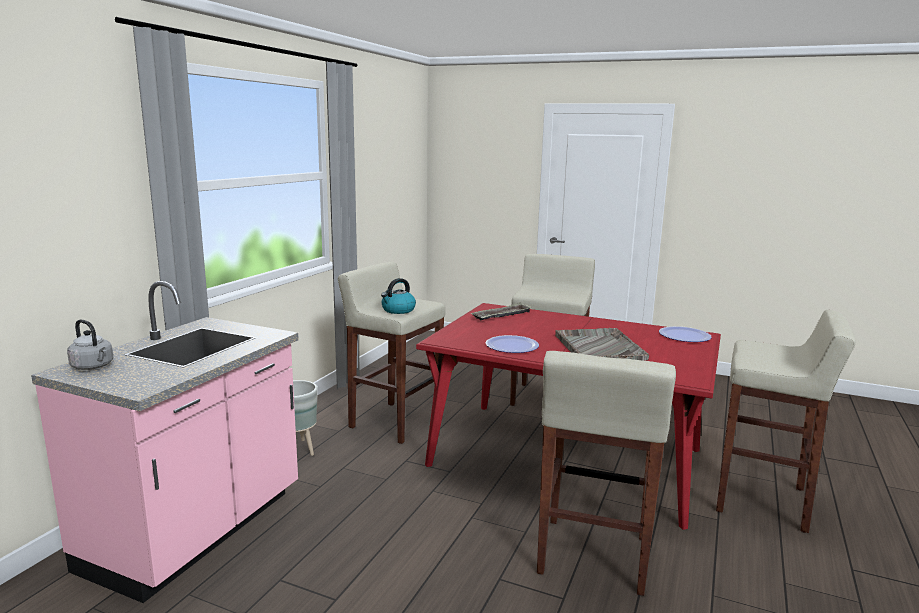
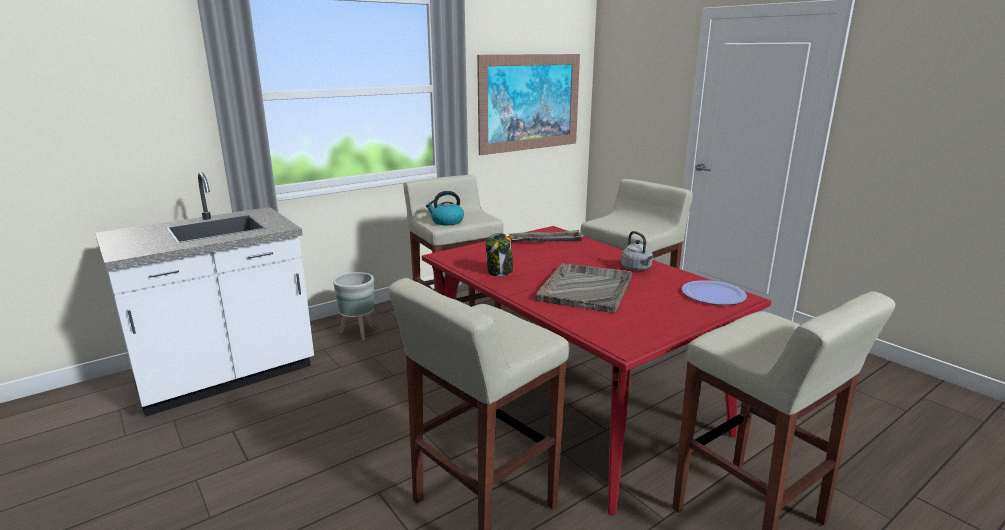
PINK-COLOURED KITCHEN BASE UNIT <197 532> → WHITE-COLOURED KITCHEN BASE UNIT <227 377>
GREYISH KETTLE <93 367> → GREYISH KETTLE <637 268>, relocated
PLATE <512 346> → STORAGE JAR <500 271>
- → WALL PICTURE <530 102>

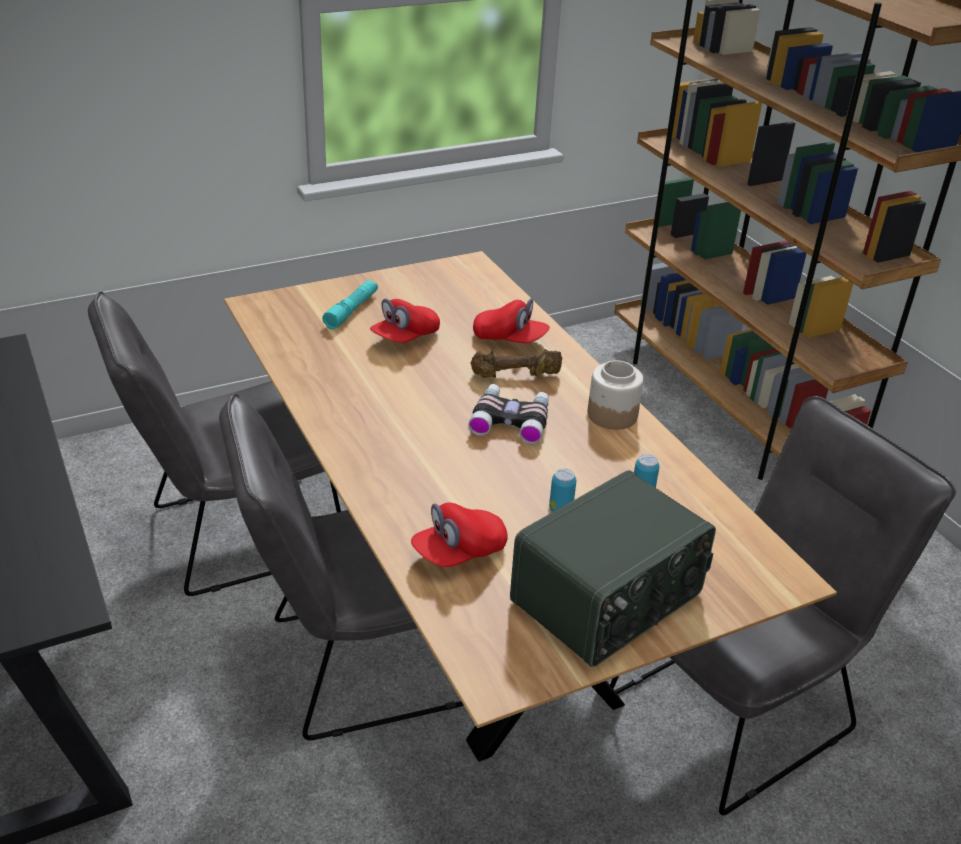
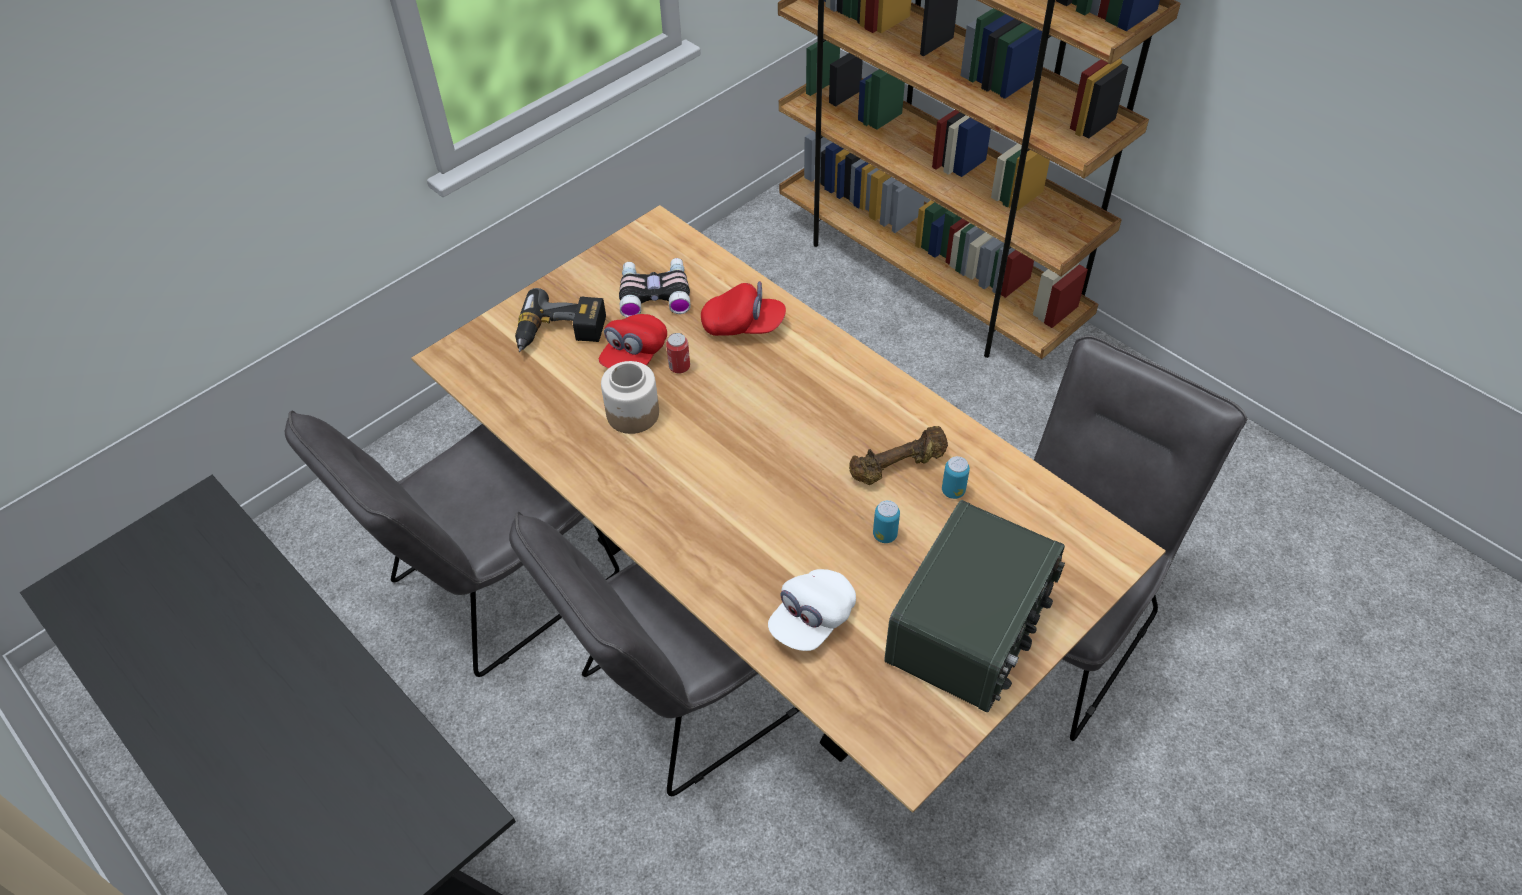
BLUE-GREEN FLASHLIGHT <351 310> → ELECTRIC DRILL <560 334>
BROWN-COLOURED HAND WEIGHT <516 376> → BROWN-COLOURED HAND WEIGHT <898 466>, relocated
STORAGE JAR <611 415> → STORAGE JAR <632 413>, relocated
BINOCULARS <511 420> → BINOCULARS <654 293>, relocated
REDDISH CAP <459 552> → WHITE-COLOURED CAP <812 620>
- → SEALED CAN <679 367>

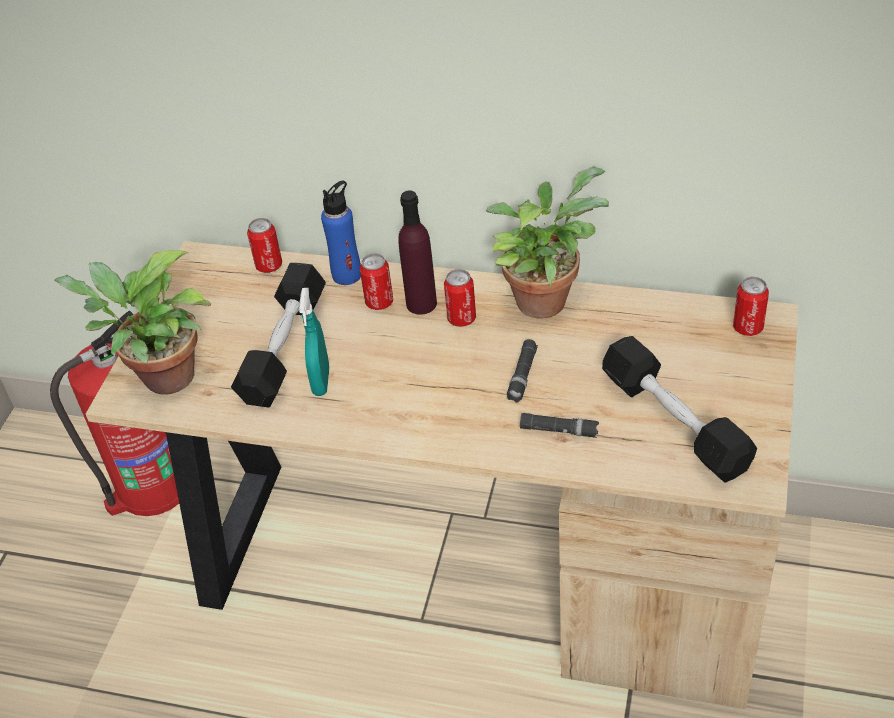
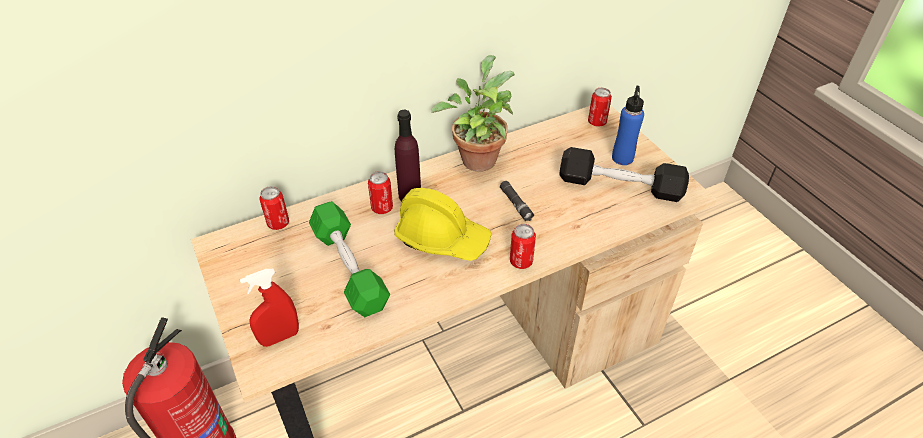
BLUE DRINK BOTTLE <347 275> → BLUE DRINK BOTTLE <622 158>, relocated
PLANT IN A POT <162 379> → REDDISH SPRAYER <279 337>
BLACK-COLOURED HAND WEIGHT <284 348> → GREENISH HAND WEIGHT <349 268>
SEALED CAN <461 318> → SEALED CAN <521 261>, relocated
BLUE-GREEN SPRAYER <321 381> → -
BLACK-COLOURED FLASHLIGHT <559 430> → -
- → YELLOW-COLOURED HARD HAT <442 238>

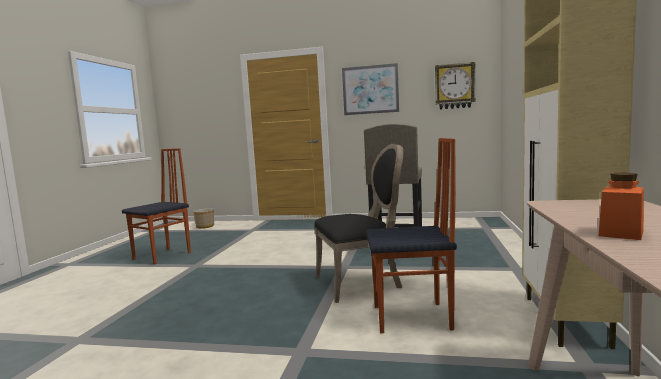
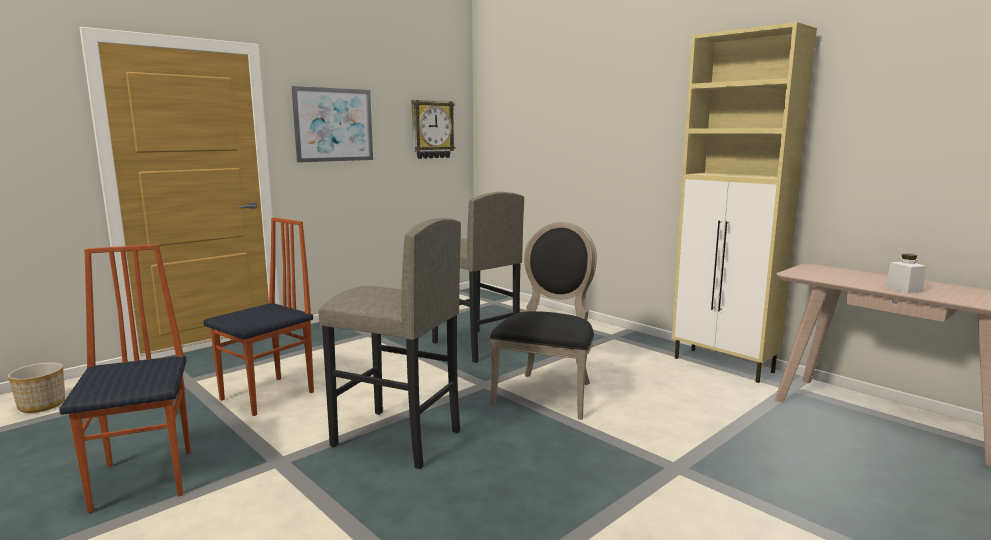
CHAIR <412 318> → CHAIR <269 396>, relocated
ORANGE-COLOURED STORAGE JAR <621 233> → WHITE-COLOURED STORAGE JAR <904 289>
- → GREYISH SITTING STOOL <396 439>

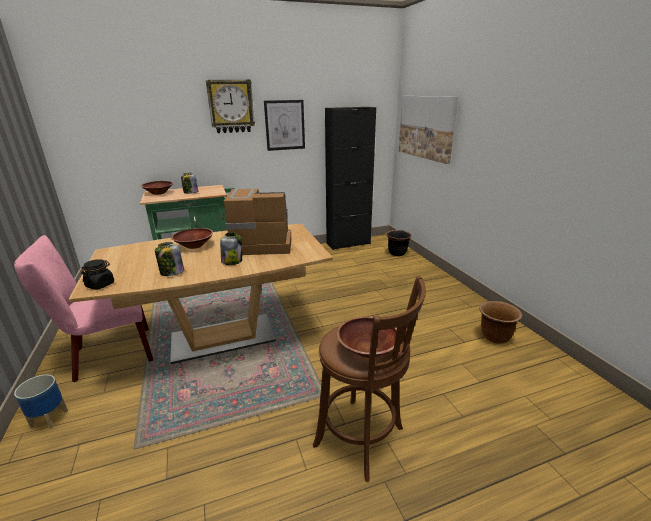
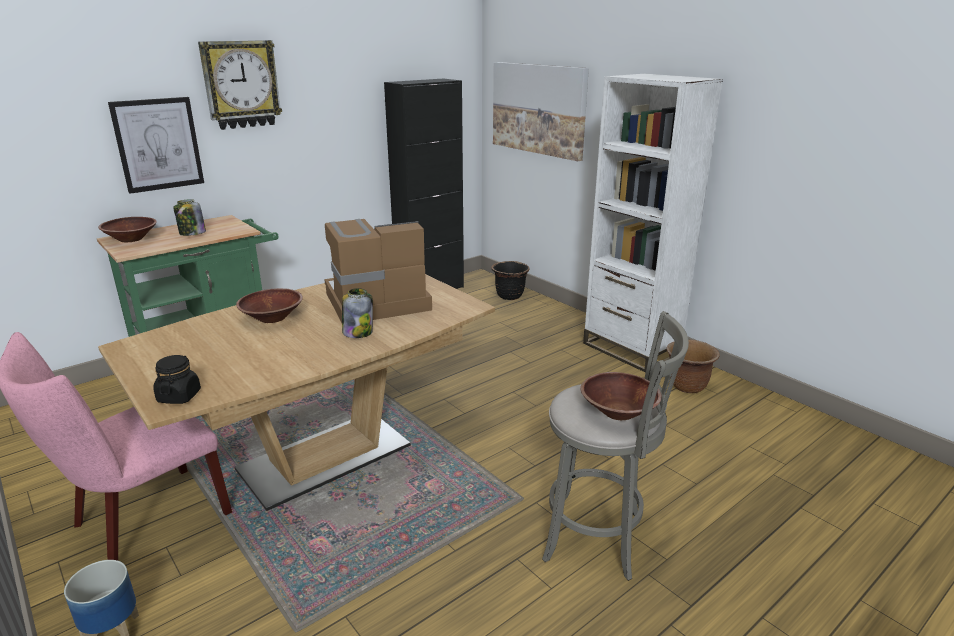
WALL PICTURE <285 125> → WALL PICTURE <158 144>, relocated
STORAGE JAR <172 272> → -
BROWN-COLOURED SITTING STOOL <363 439> → GREYISH SITTING STOOL <599 537>
- → WHITE-COLOURED BOOKCASE <631 349>

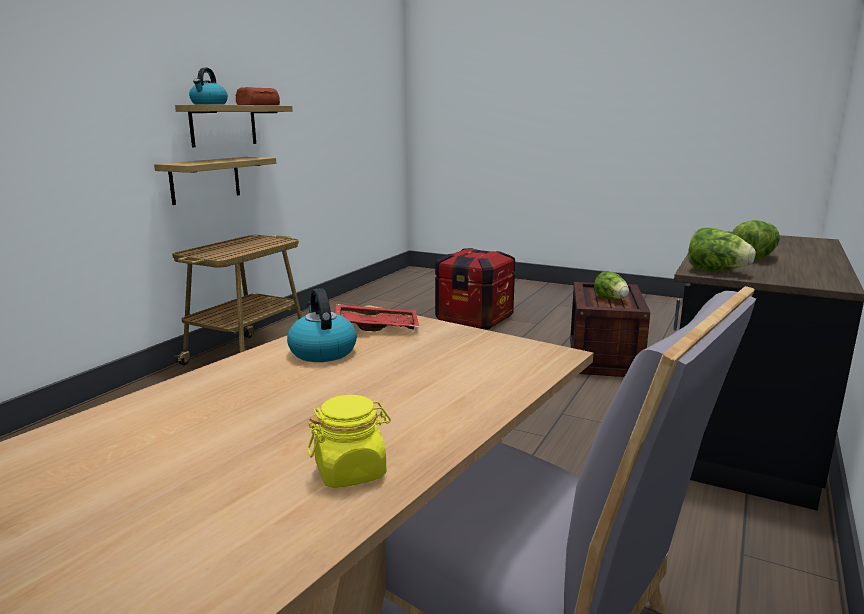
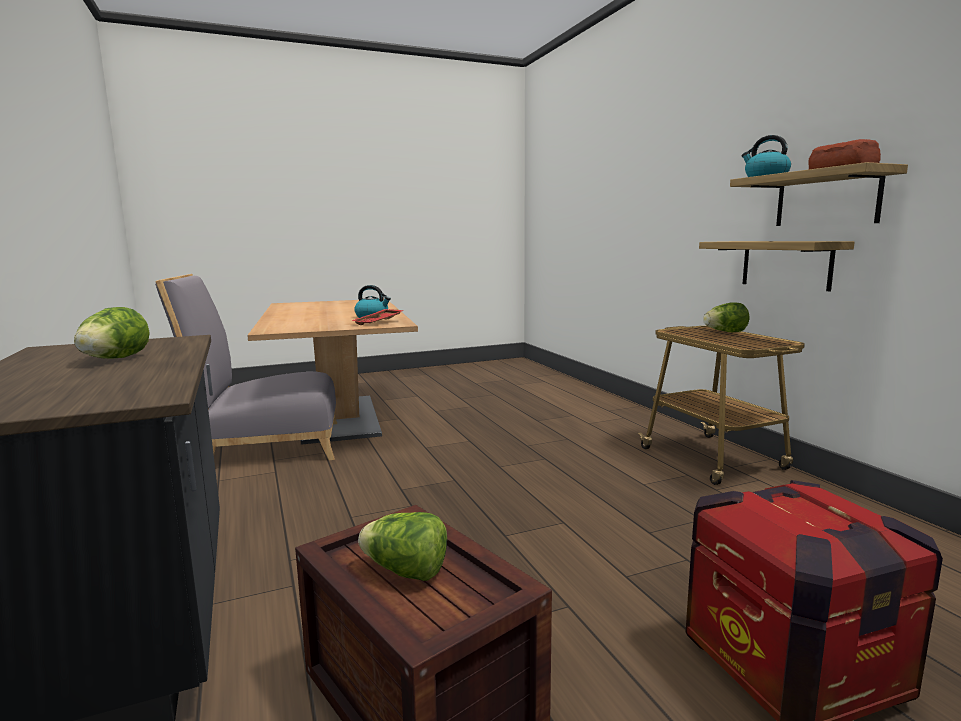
LETTUCE HEAD <716 271> → LETTUCE HEAD <725 332>, relocated
YELLOW-COLOURED STORAGE JAR <351 471> → -

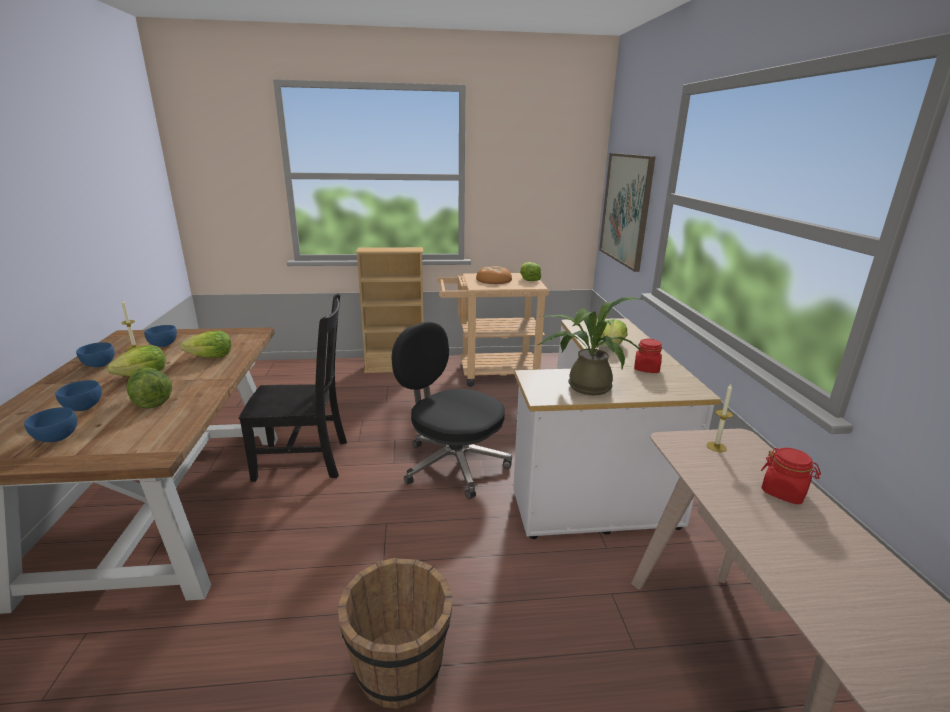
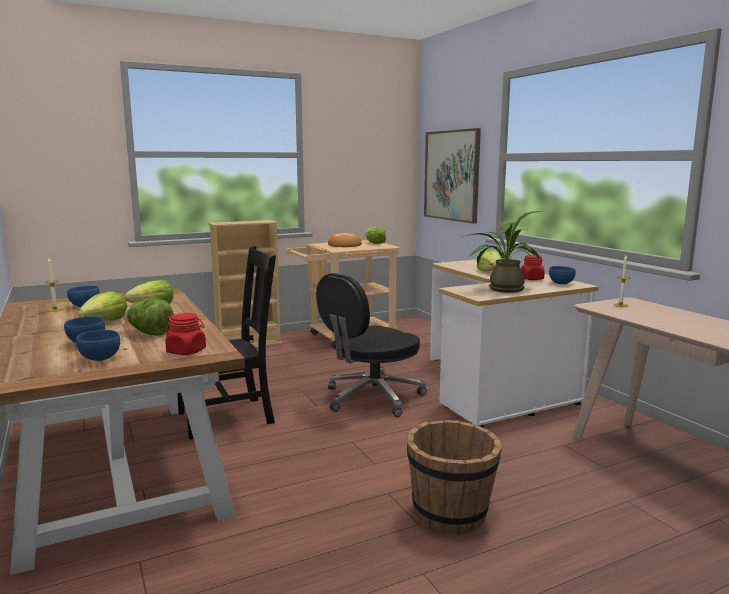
BLACK-COLOURED OFFICE CHAIR <452 464> → BLACK-COLOURED OFFICE CHAIR <371 398>, 60 degrees counterclockwise
BLUE BOWL <100 365> → BLUE BOWL <561 283>, relocated
REDDISH STORAGE JAR <784 492> → REDDISH STORAGE JAR <186 351>, relocated

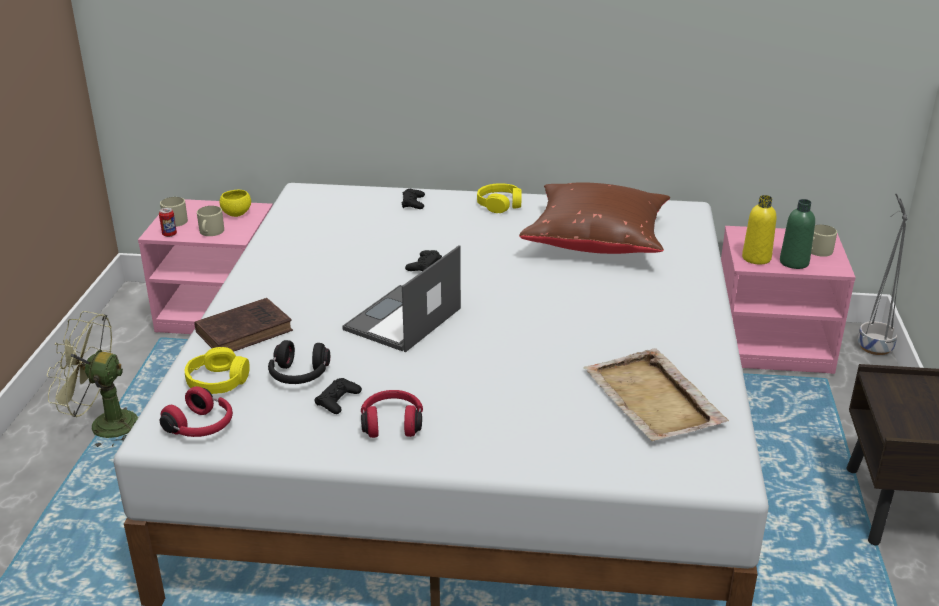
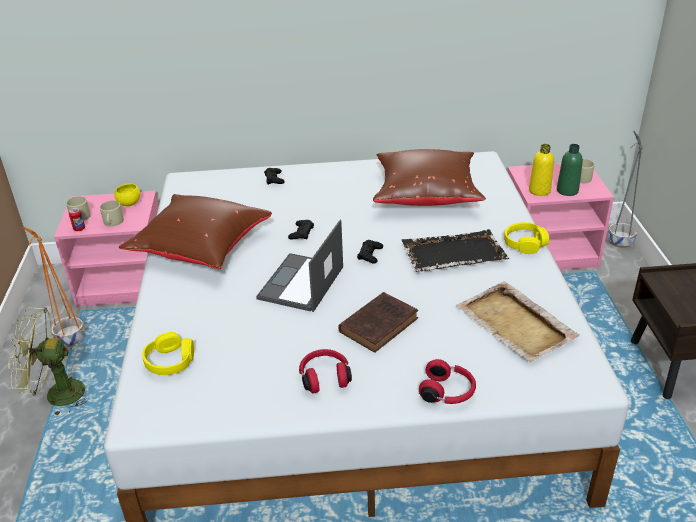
YELLOW-COLOURED HEADSET <500 204> → YELLOW-COLOURED HEADSET <525 243>, relocated
BROWN-COLOURED BOUND BOOK <246 331> → BROWN-COLOURED BOUND BOOK <380 324>, relocated
BLACK-COLOURED HEADSET <299 376> → -
BLACK-COLOURED GAMEPAD <338 400> → BLACK-COLOURED GAMEPAD <370 254>, relocated
REDDISH HEADSET <201 427> → REDDISH HEADSET <448 392>, relocated
- → BROWN-COLOURED THROW PILLOW <199 249>
- → ORANGE-COLOURED PLANT POT <70 339>
- → BLACK-COLOURED TRAY <452 253>

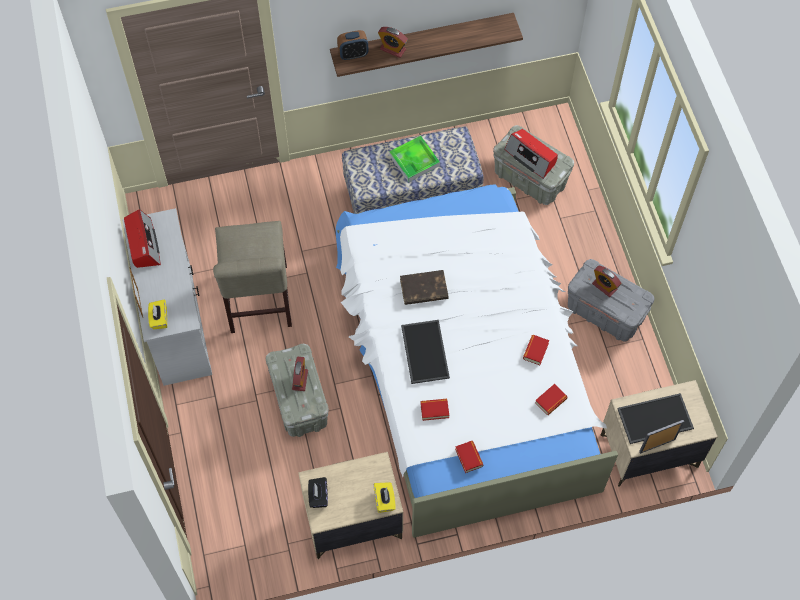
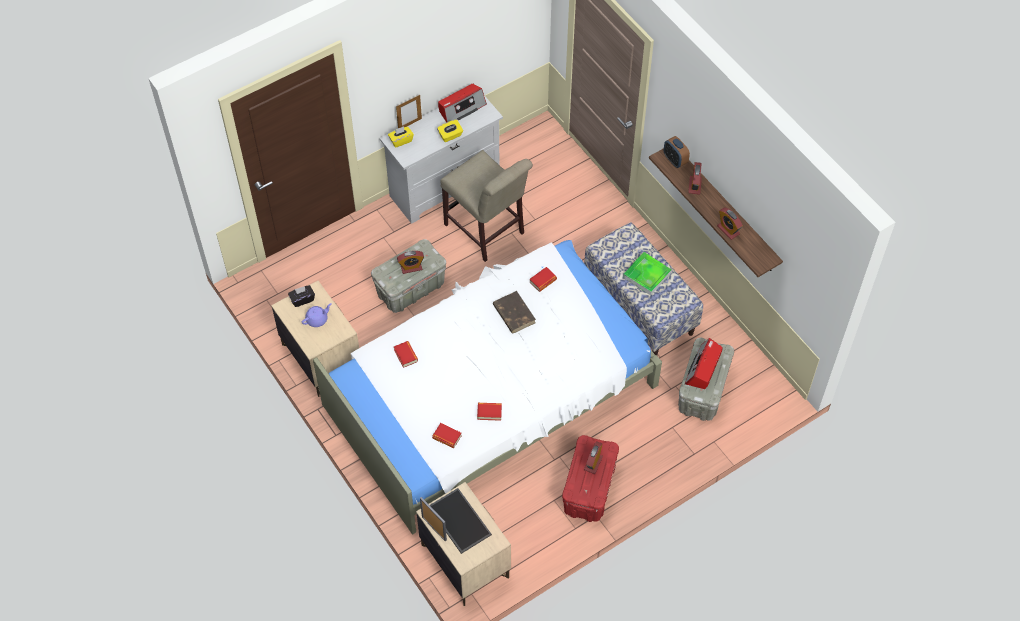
BEIGE CHAIR <258 303> → BEIGE CHAIR <487 232>, 105 degrees counterclockwise
GREYISH STORAGE CONTAINER <605 313> → REDDISH STORAGE CONTAINER <589 490>
TRAY <424 351> → -
BOUND BOOK <469 458> → BOUND BOOK <543 281>, relocated
YELLOW-COLOURED TISSUE HOLDER <384 500> → YELLOW-COLOURED TISSUE HOLDER <450 136>, relocated
- → TABLE CLOCK <728 230>
- → PURPLE POT FOR TEA <317 319>

